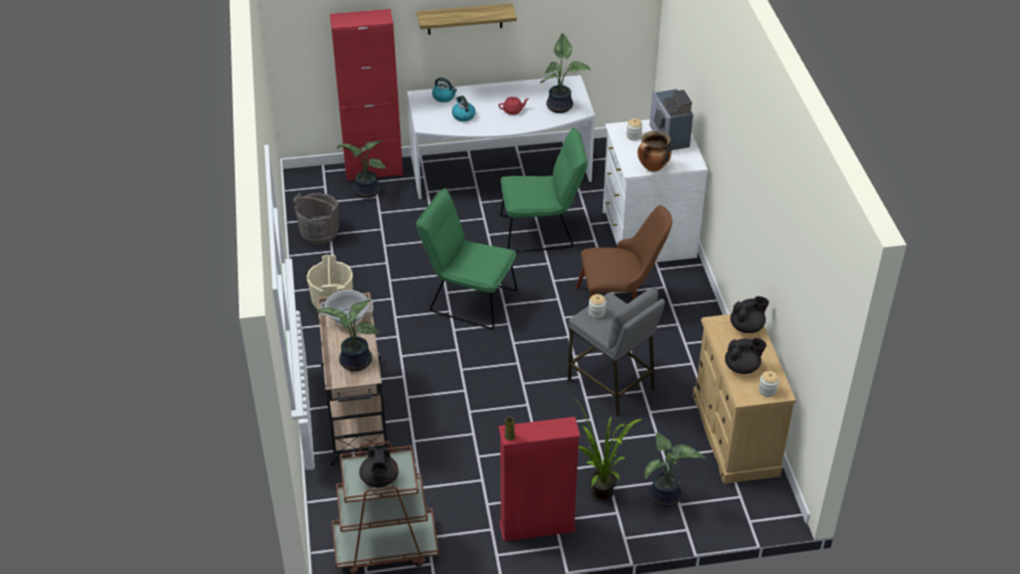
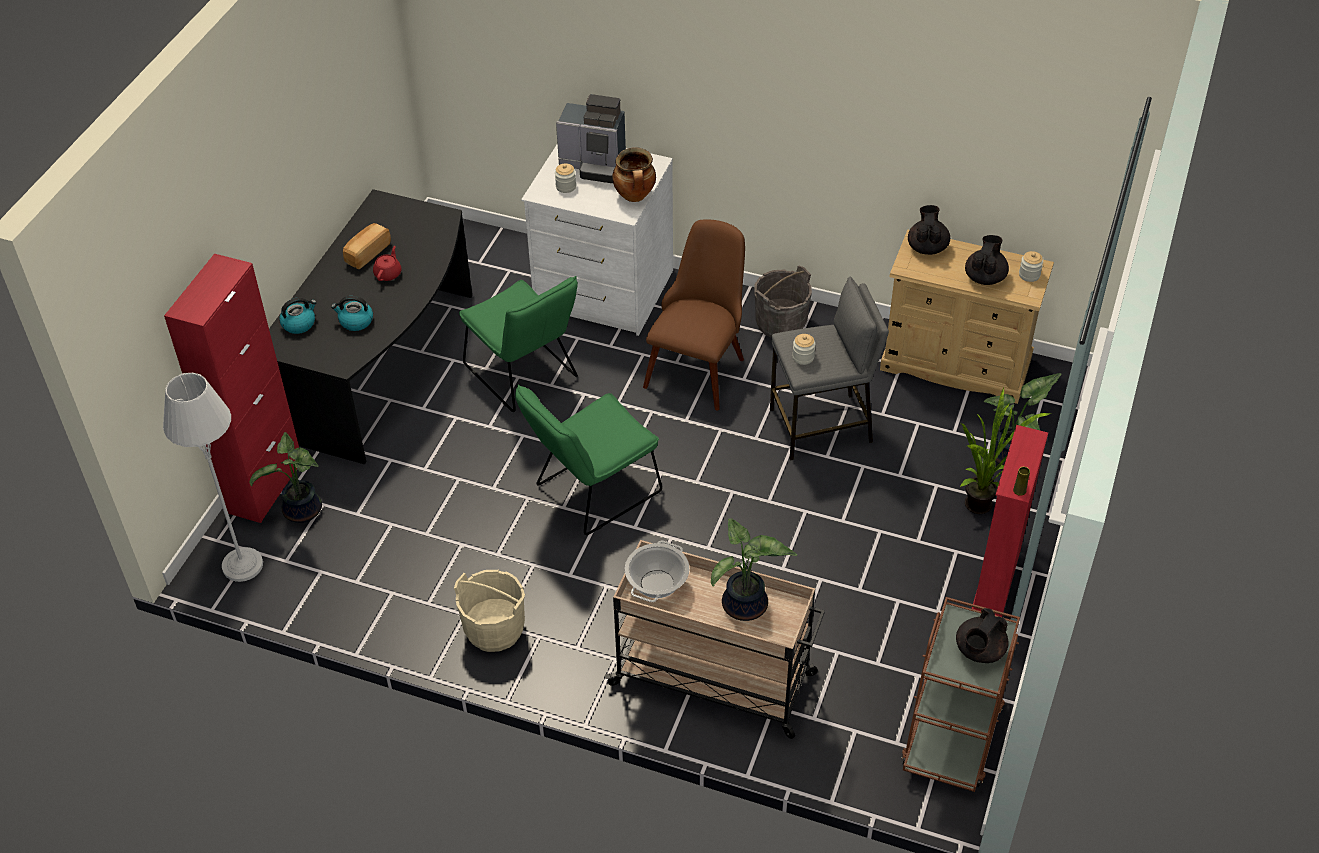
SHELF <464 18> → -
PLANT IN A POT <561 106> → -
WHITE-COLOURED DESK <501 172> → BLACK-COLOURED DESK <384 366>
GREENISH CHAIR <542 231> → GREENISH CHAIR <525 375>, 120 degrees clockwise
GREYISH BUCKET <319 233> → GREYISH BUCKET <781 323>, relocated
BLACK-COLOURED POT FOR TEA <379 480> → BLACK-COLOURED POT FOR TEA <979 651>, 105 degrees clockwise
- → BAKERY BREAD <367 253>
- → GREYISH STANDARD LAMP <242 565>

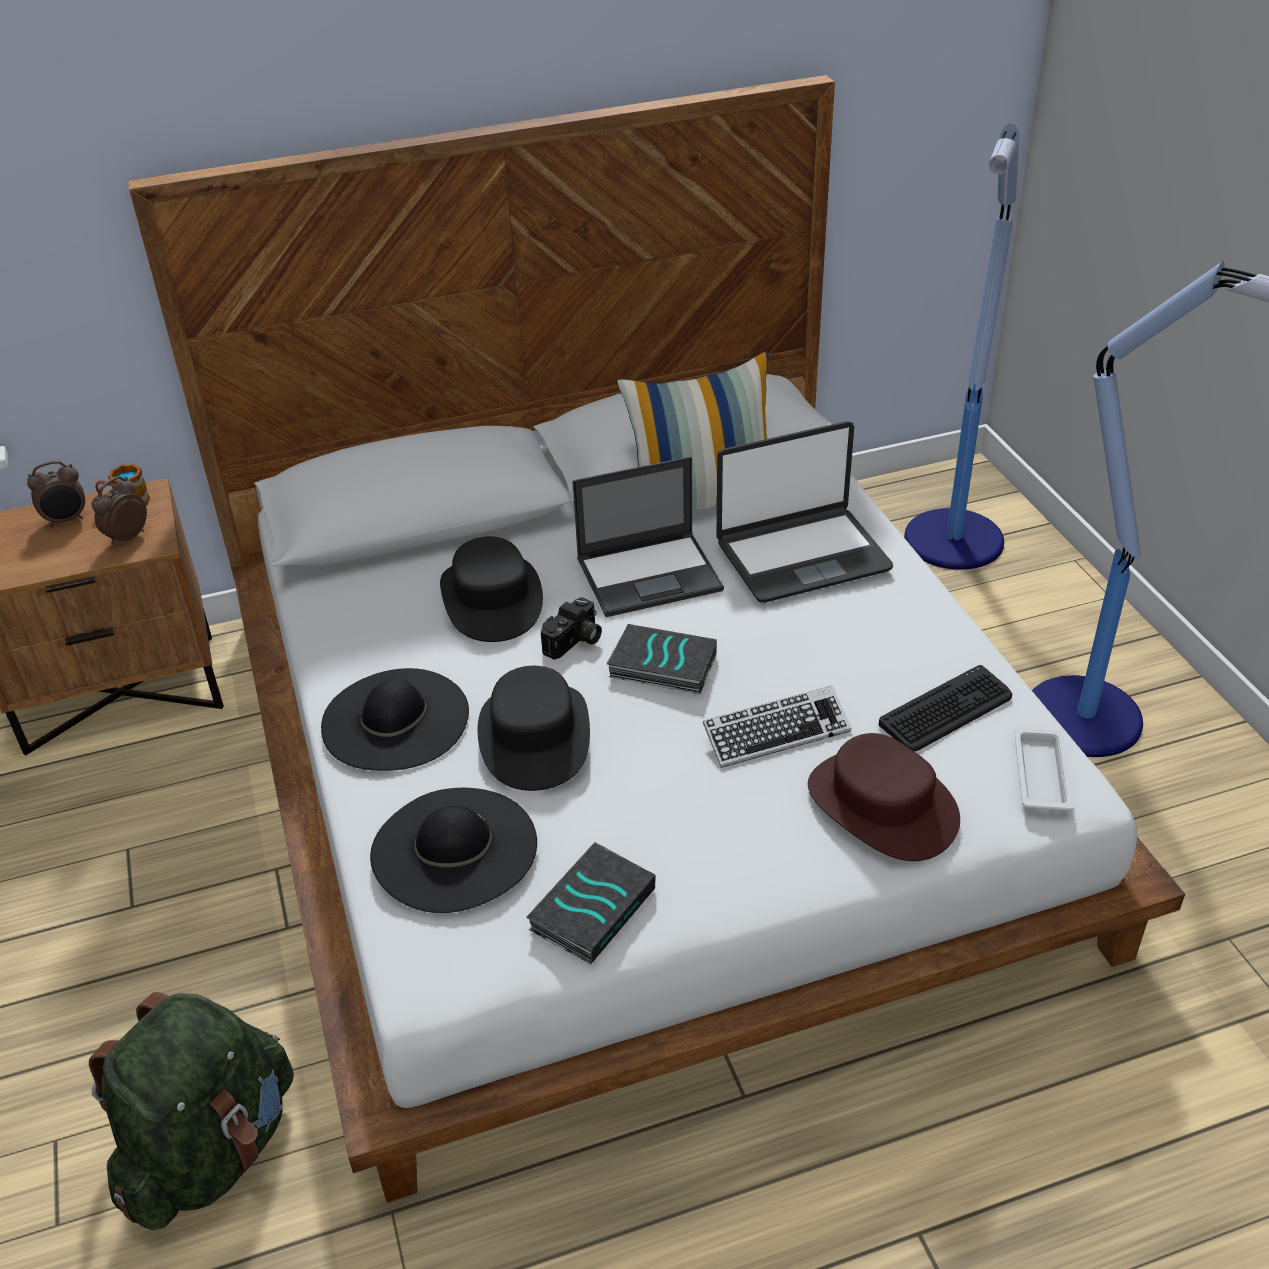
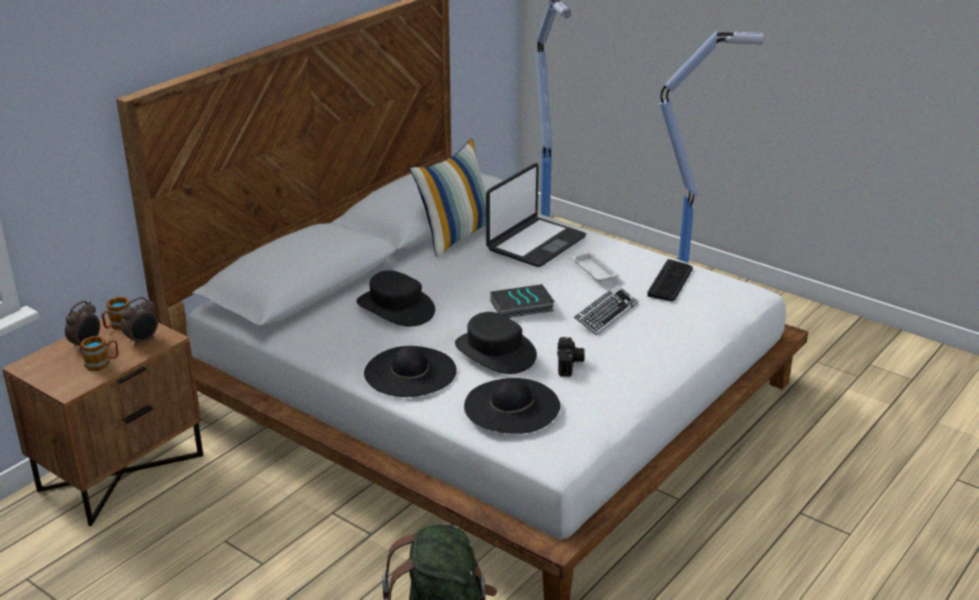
NOTEBOOK COMPUTER <651 574> → -
TABLE CLOCK <127 537> → TABLE CLOCK <143 340>, 135 degrees counterclockwise
PHOTO CAMERA <575 642> → PHOTO CAMERA <570 364>, relocated
WHITE-COLOURED TRAY <1041 773> → WHITE-COLOURED TRAY <593 270>, relocated
BROWN-COLOURED WEARABLE HAT <881 806> → -
BOUND BOOK <591 907> → -
- → MUG <102 363>

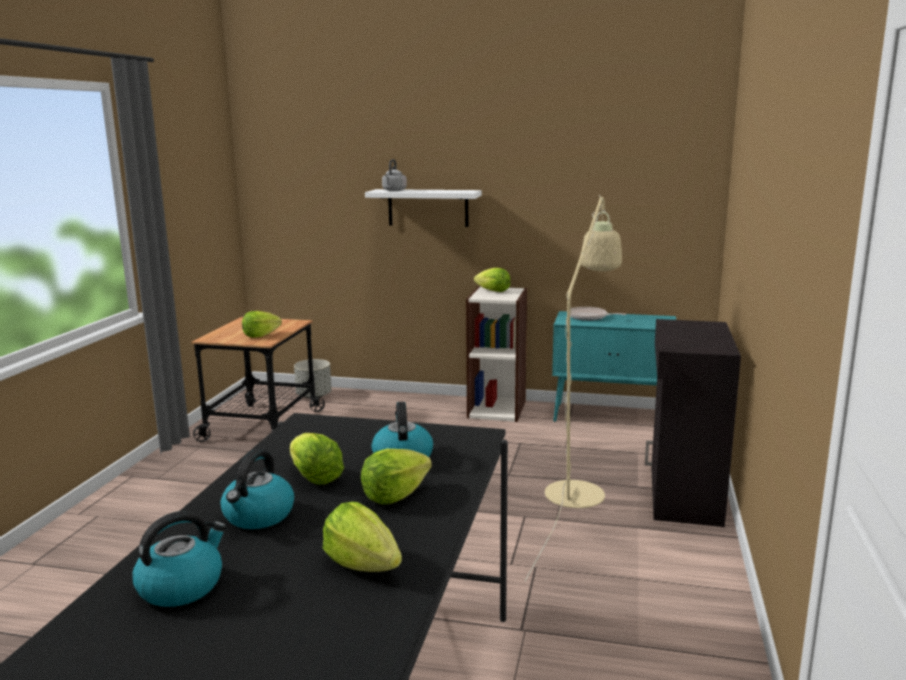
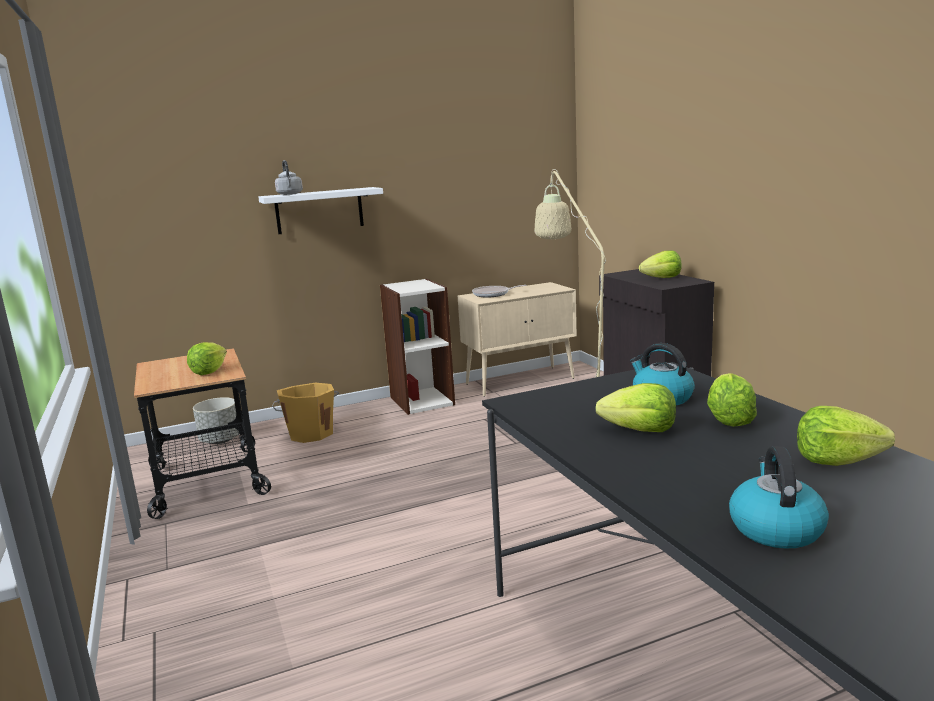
LETTUCE HEAD <493 291> → LETTUCE HEAD <662 278>, relocated
BLUE-GREEN STORAGE CABINET <612 417> → BEIGE STORAGE CABINET <521 381>
KETTLE <258 516> → -
- → ORANGE-COLOURED BUCKET <311 433>

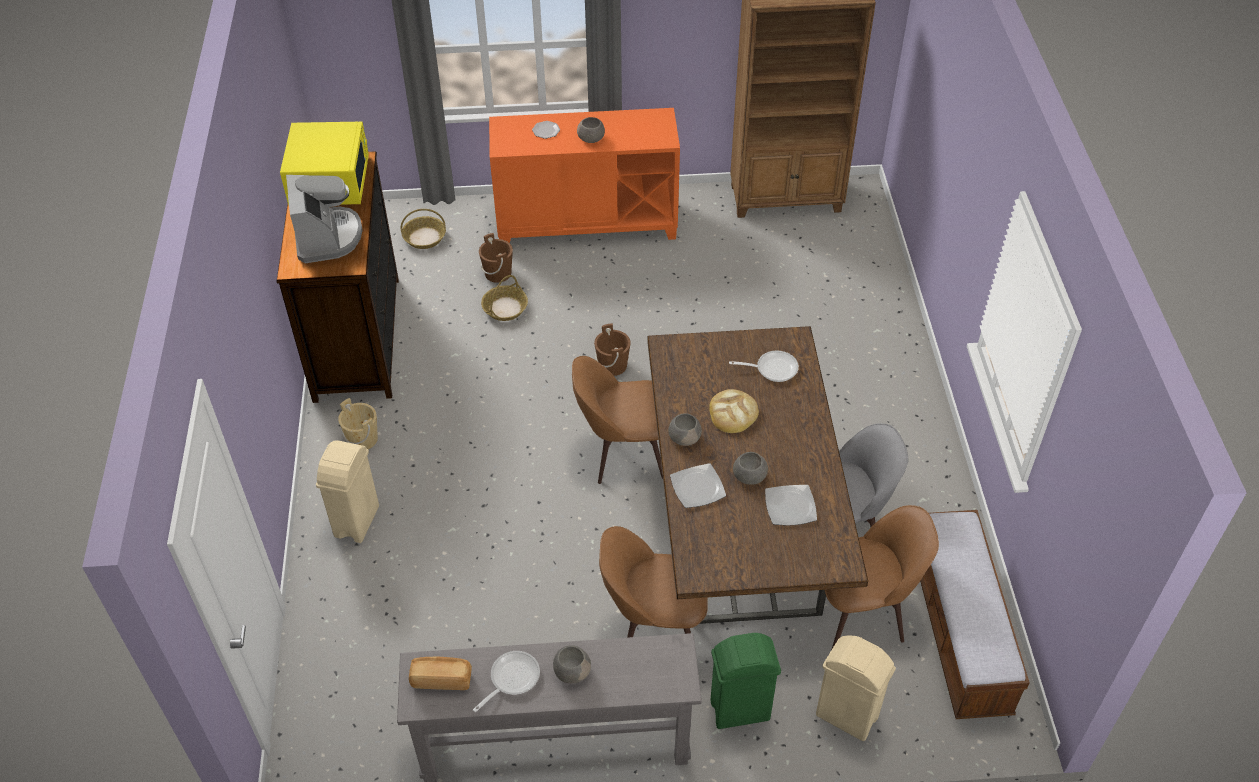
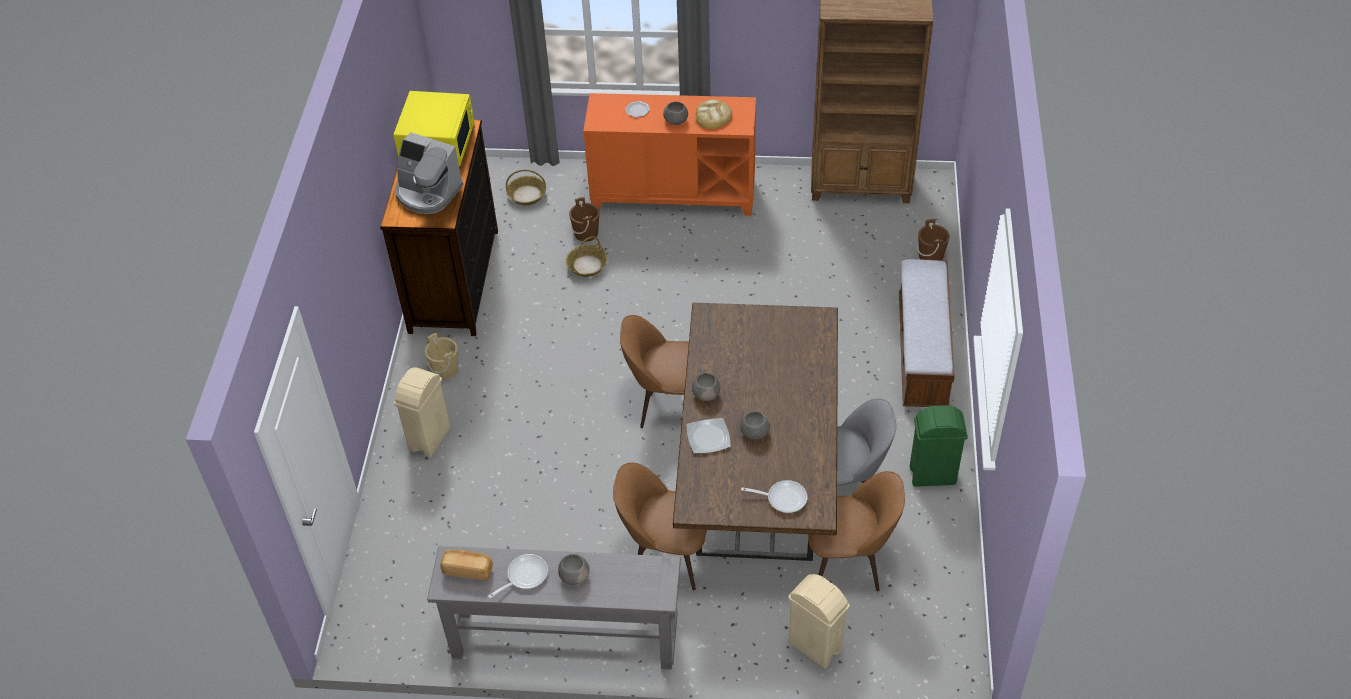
COFFEE BREWER <327 237> → COFFEE BREWER <428 193>, 120 degrees clockwise
BROWN-COLOURED BUCKET <612 365> → BROWN-COLOURED BUCKET <931 256>, relocated
PAN <772 368> → PAN <783 498>, relocated
BAKERY BREAD <733 413> → BAKERY BREAD <713 116>, relocated
PLATE <791 507> → -
INDOOR BENCH <959 632> → INDOOR BENCH <922 352>, relocated
GREENISH TRASH CAN <740 711> → GREENISH TRASH CAN <933 475>, relocated

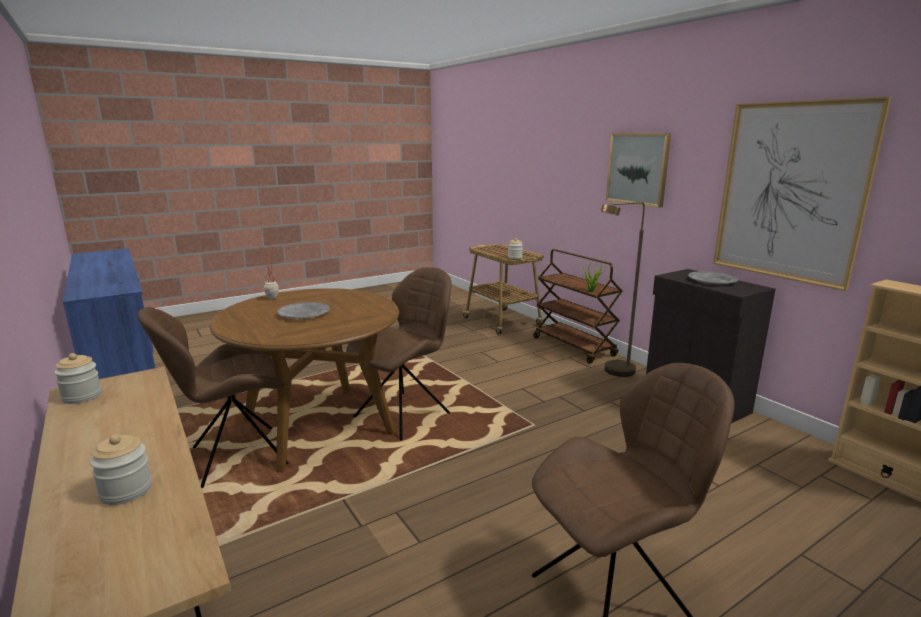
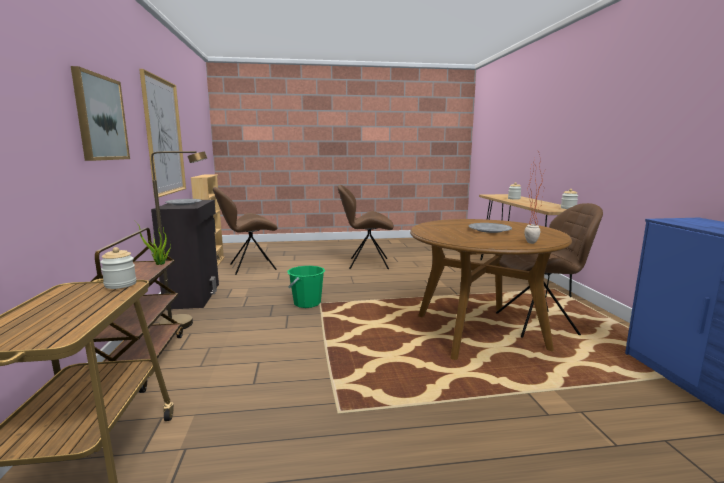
BROWN-COLOURED CHAIR <405 414> → BROWN-COLOURED CHAIR <250 267>, relocated
- → GREENISH BUCKET <307 303>

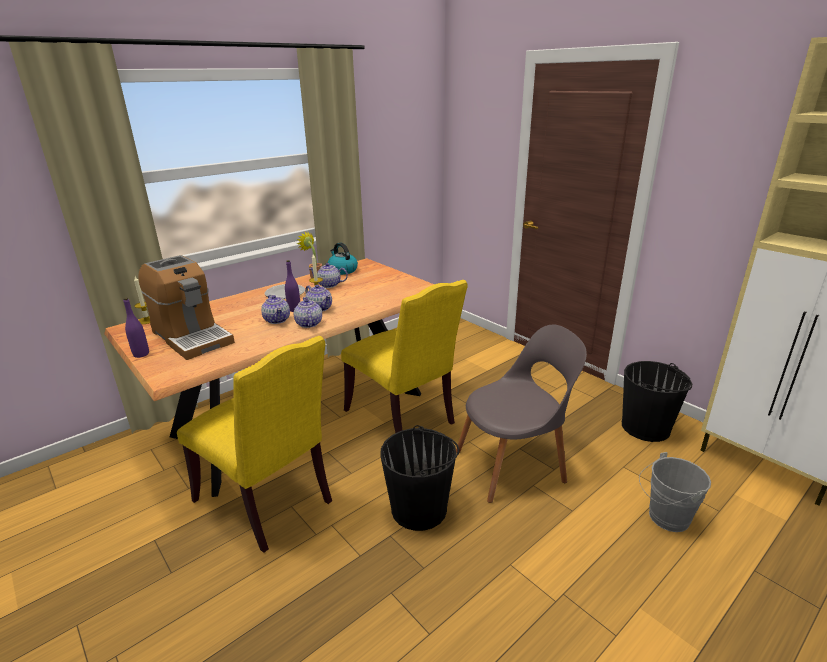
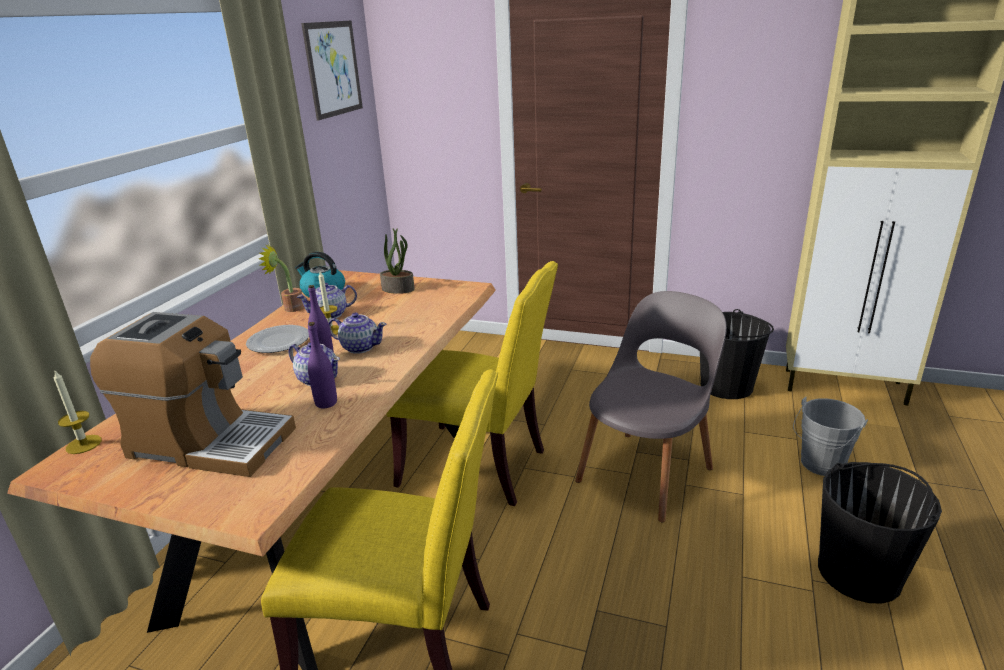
POT FOR TEA <308 324> → -
PURPLE DRINK BOTTLE <141 354> → PURPLE DRINK BOTTLE <326 403>, relocated
BLACK-COLOURED BUCKET <419 509> → BLACK-COLOURED BUCKET <860 572>, relocated
- → WALL PICTURE <333 69>
- → PLANT IN A POT <398 289>

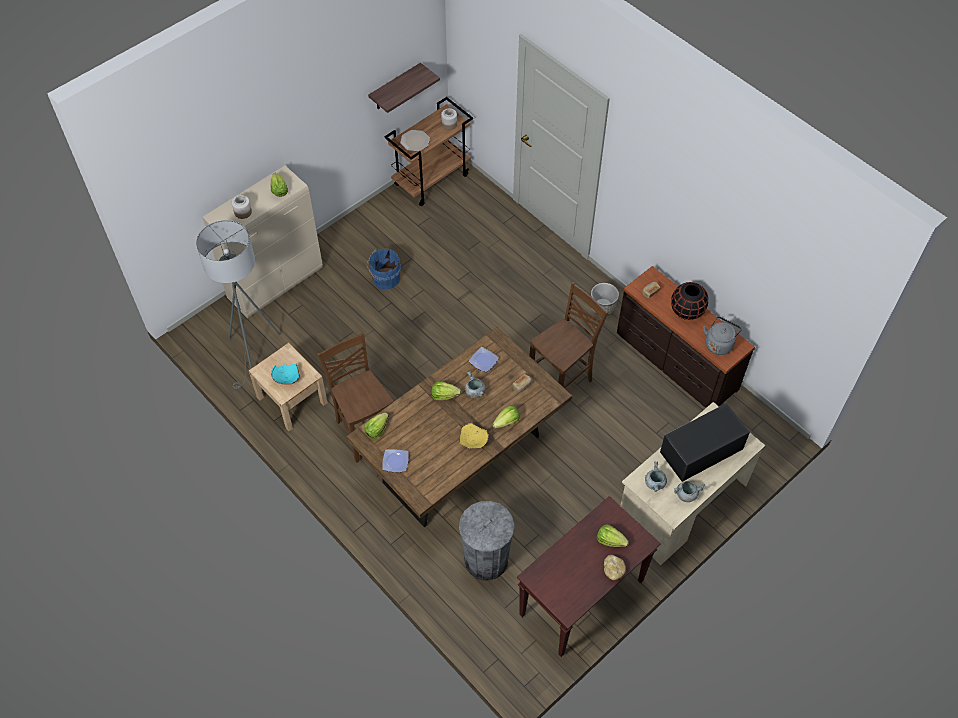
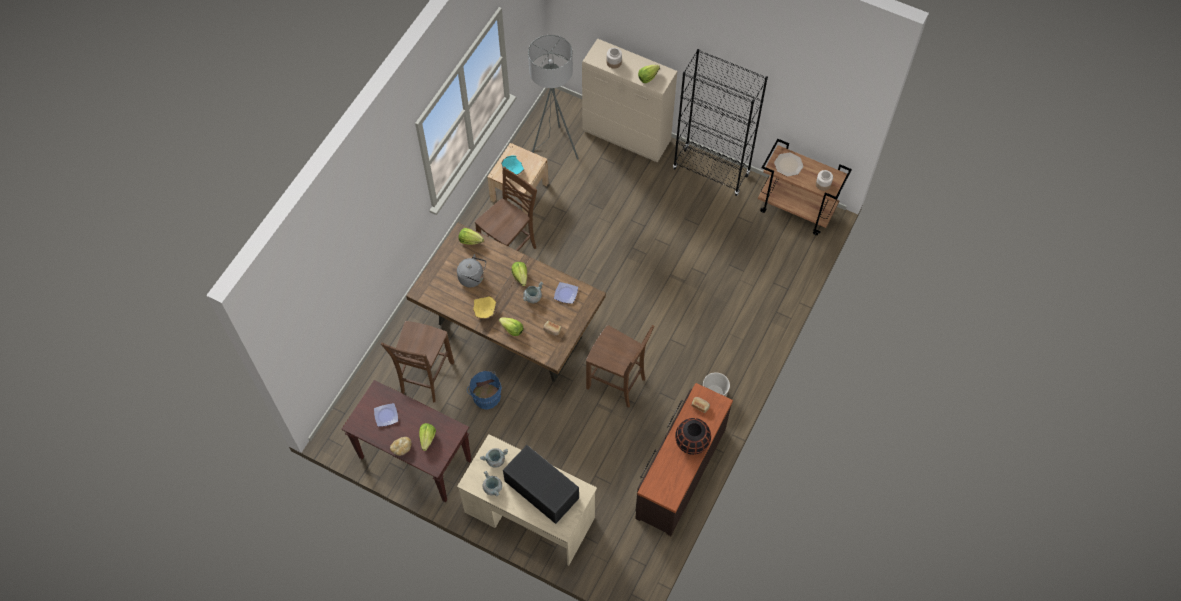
SHELF <395 87> → -
BLUE BUCKET <384 279> → BLUE BUCKET <486 395>, relocated
GREYISH KETTLE <719 343> → GREYISH KETTLE <473 278>, relocated
PLATE <396 461> → PLATE <386 416>, relocated
GREYISH TRASH CAN <486 560> → BROWN-COLOURED CHAIR <425 378>
- → BLACK-COLOURED BOOKCASE <711 172>

